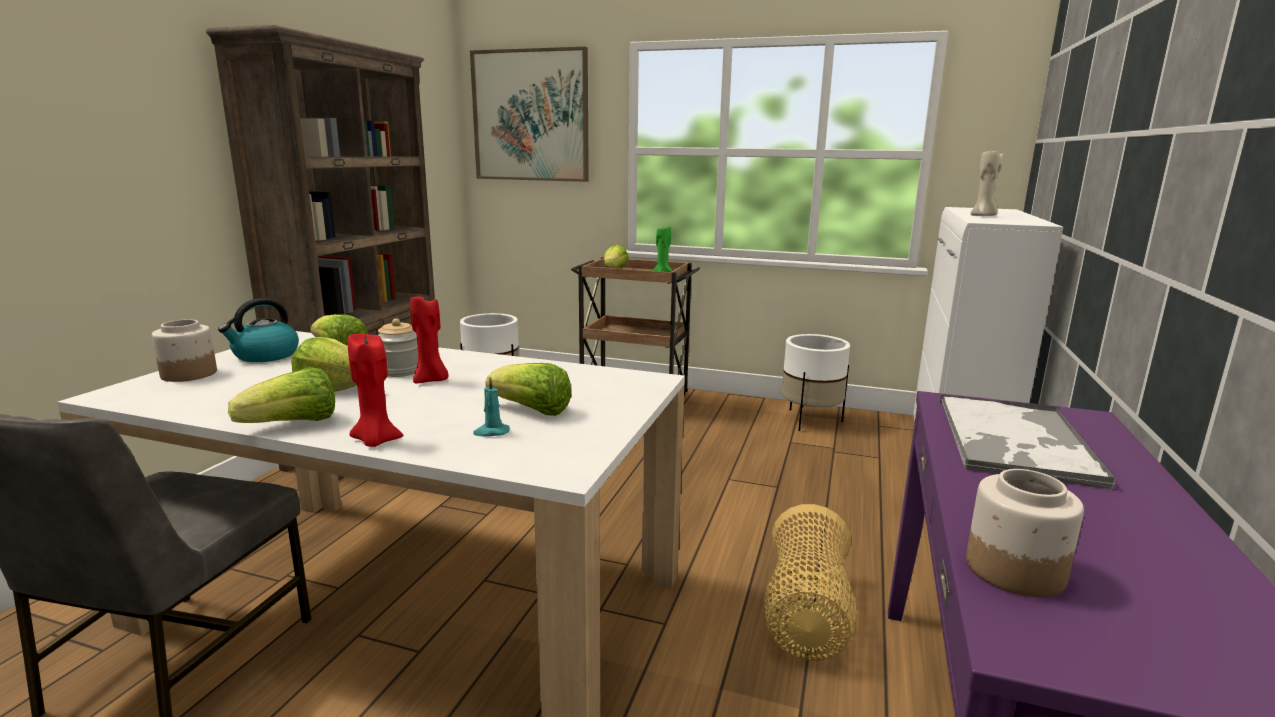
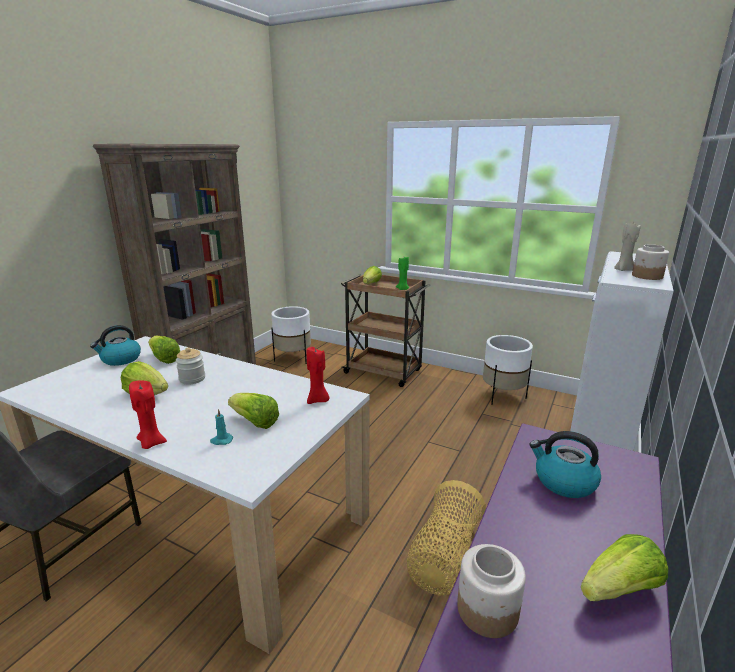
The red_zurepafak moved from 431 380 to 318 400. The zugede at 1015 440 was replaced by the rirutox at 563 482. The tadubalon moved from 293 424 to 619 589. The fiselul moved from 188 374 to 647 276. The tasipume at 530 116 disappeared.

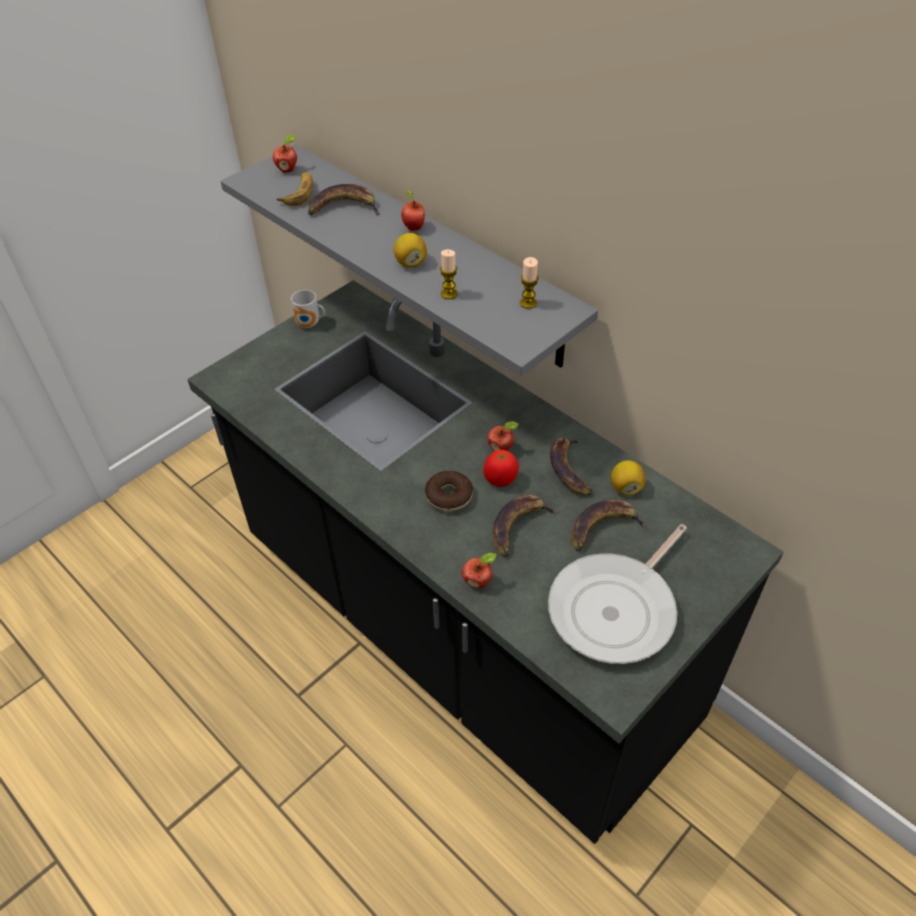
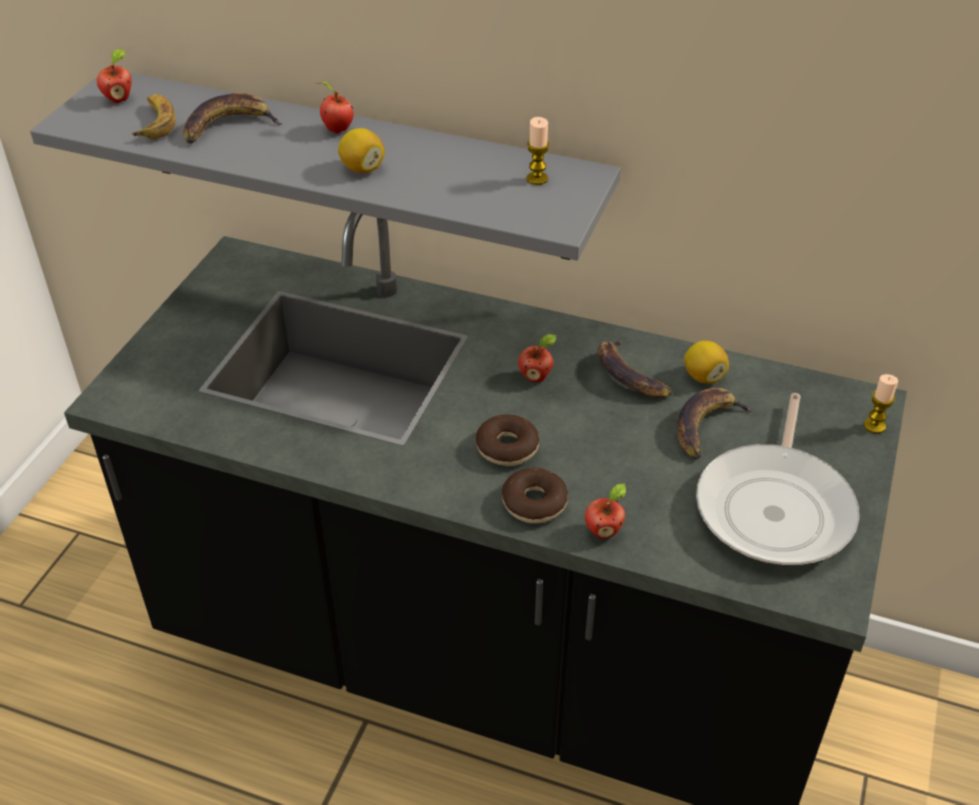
The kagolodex at 534 503 appeared. The zurepafak moved from 449 294 to 874 426. The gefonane at 309 324 disappeared. The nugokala at 500 480 disappeared. The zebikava at 518 526 disappeared.

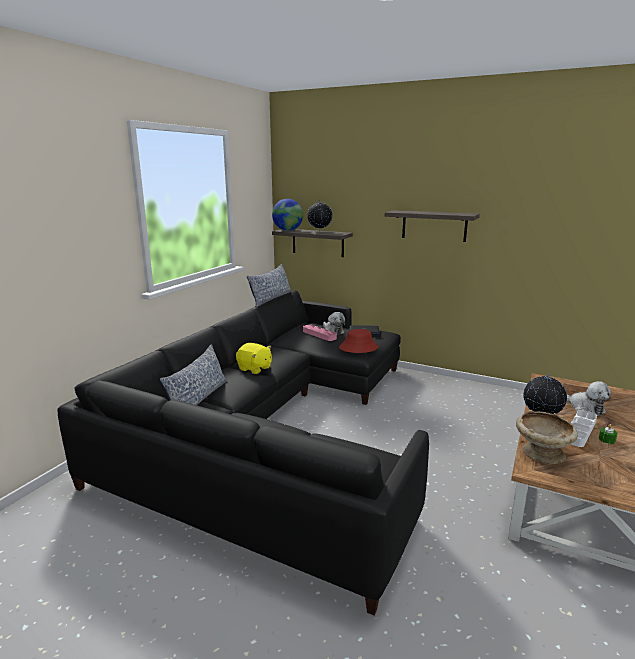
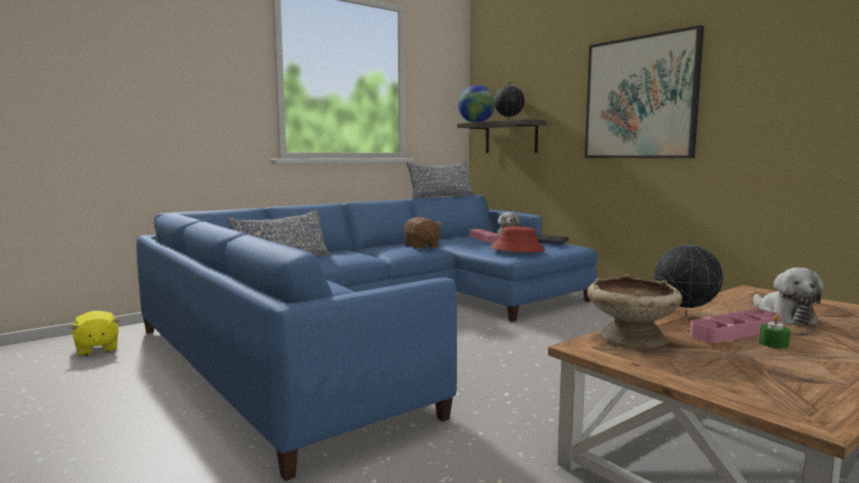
The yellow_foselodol moved from 254 369 to 96 349. The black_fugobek at 273 427 became the blue_fugobek at 380 323. The brown_foselodol at 421 246 appeared. The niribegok at 434 225 was replaced by the tasipume at 640 98. The white_zugede at 580 431 became the pink_zugede at 736 332.

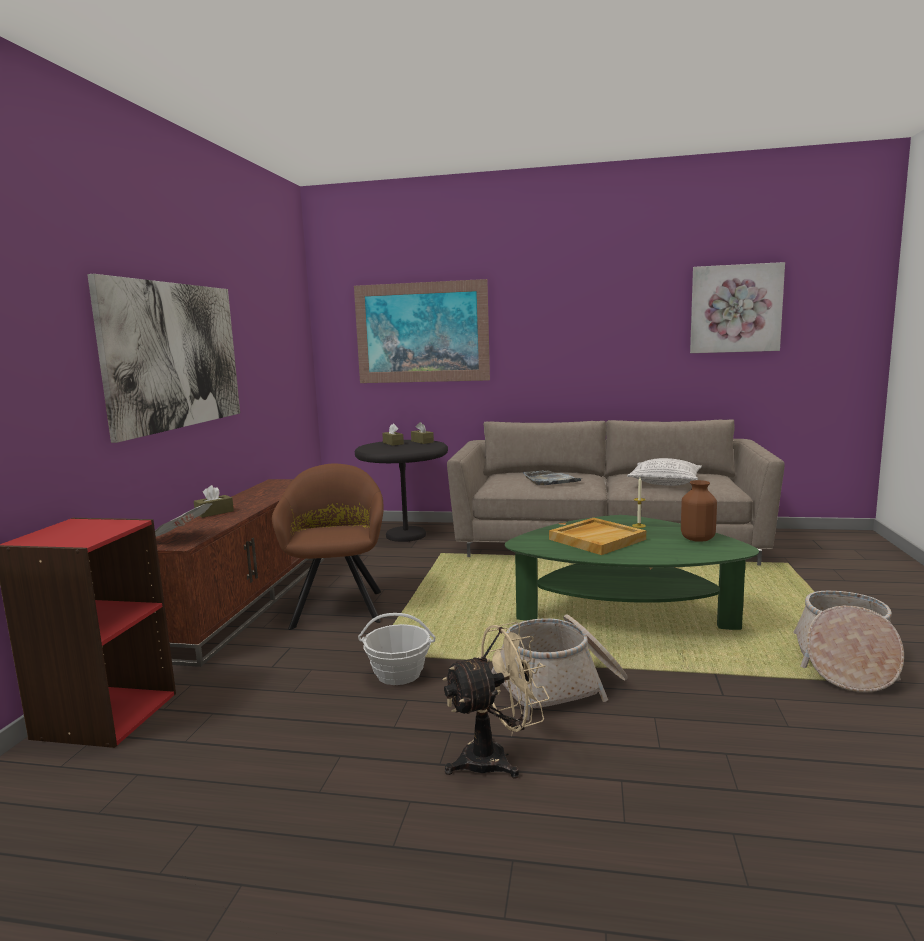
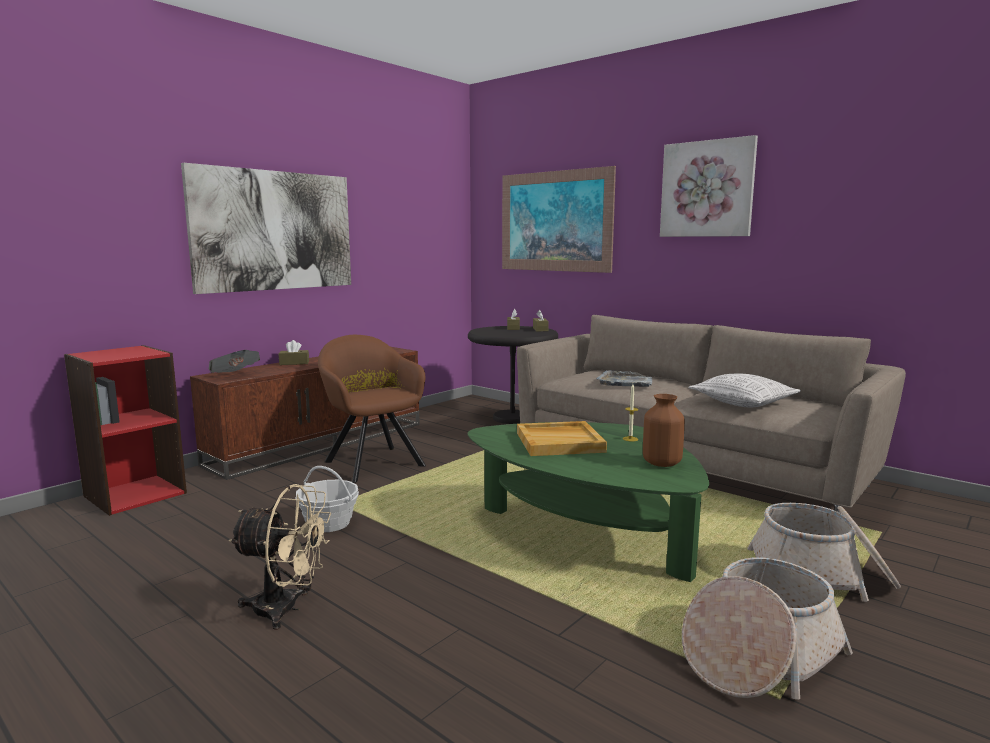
The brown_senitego at 338 606 turned 60 degrees counterclockwise. The tasipume moved from 735 309 to 707 189. The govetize moved from 561 686 to 821 576.

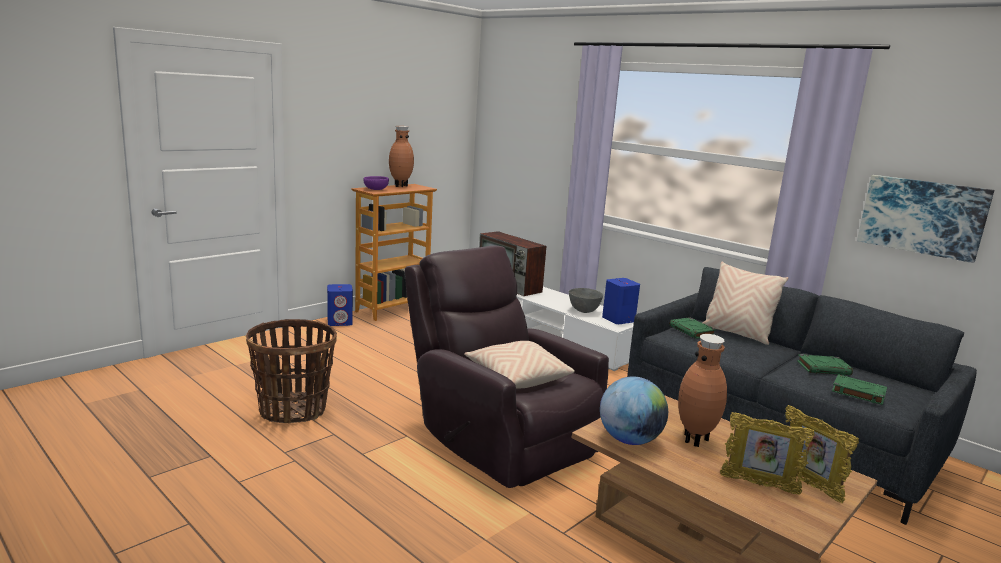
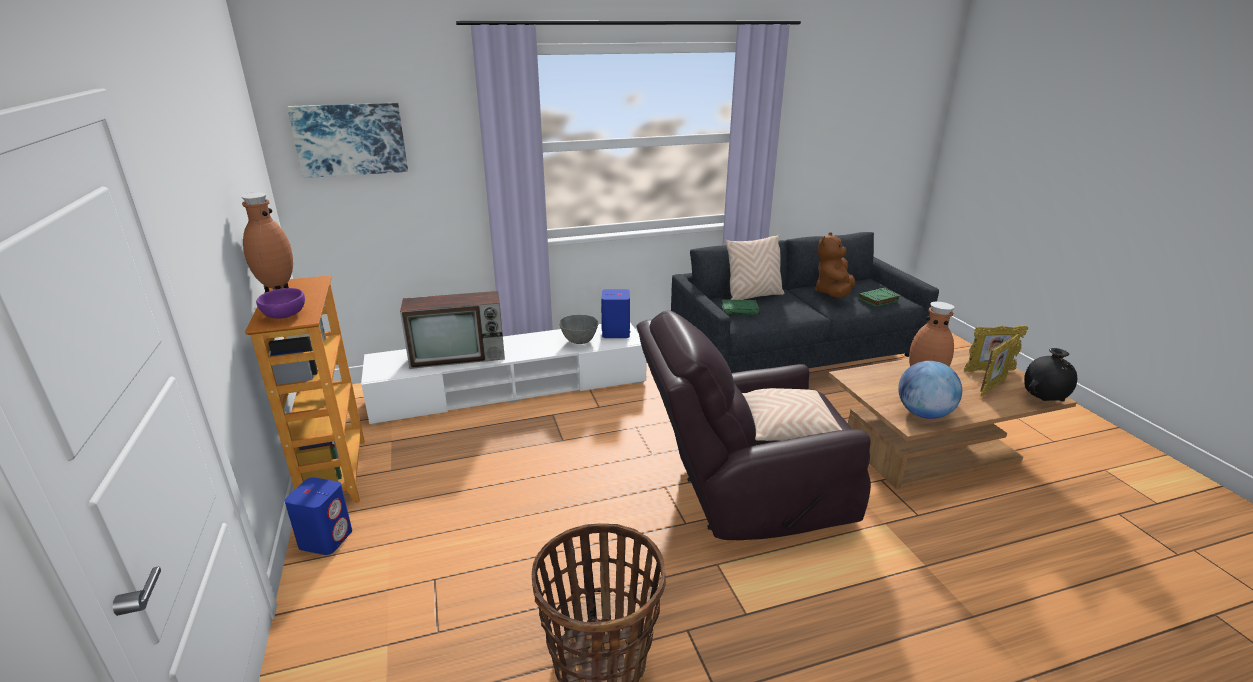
The tasipume moved from 922 216 to 350 139. The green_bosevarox at 824 368 was replaced by the brown_foselodol at 833 293. The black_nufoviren at 1043 399 appeared.

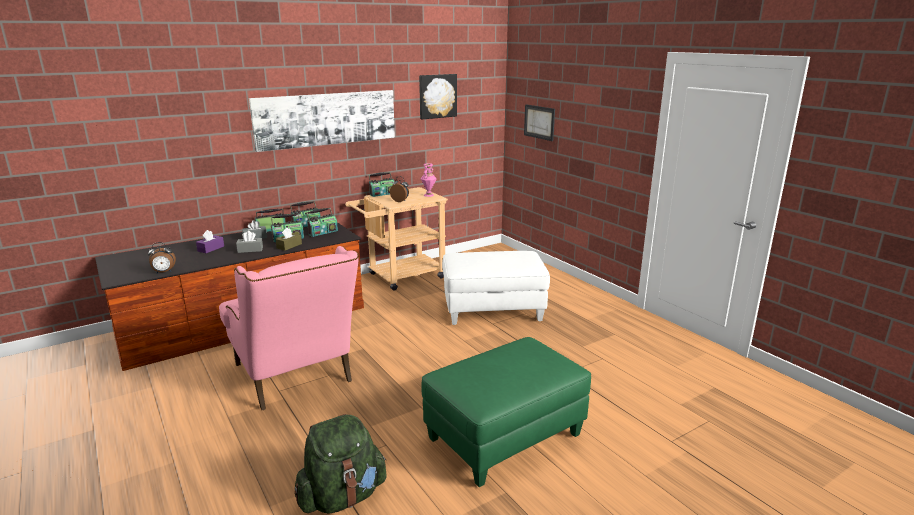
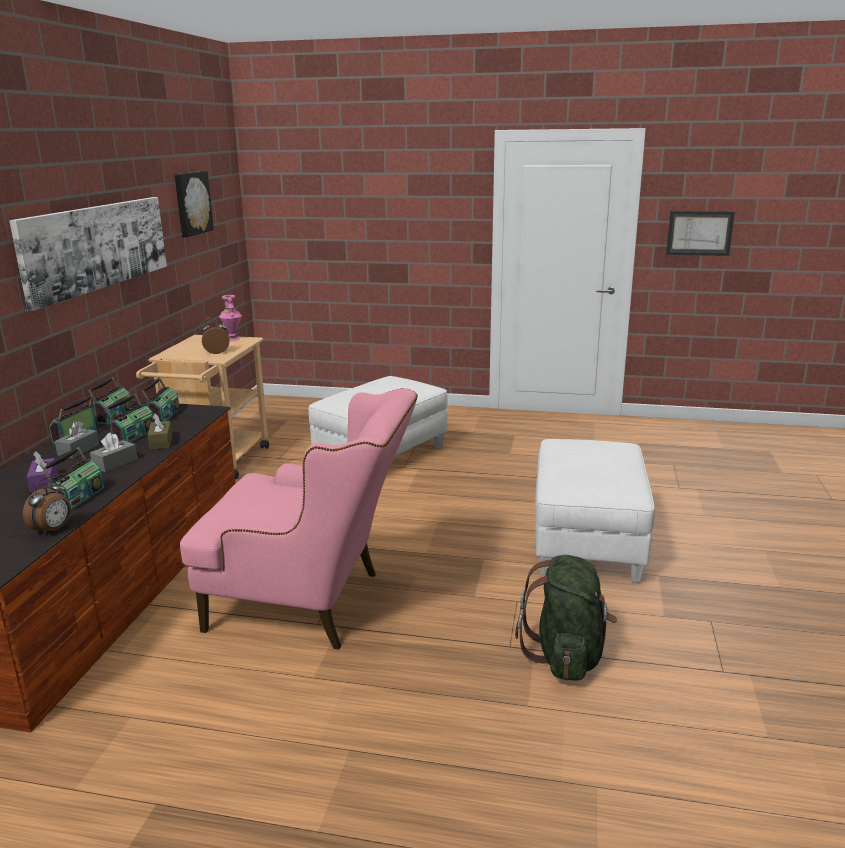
The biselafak moved from 382 194 to 78 498. The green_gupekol at 504 437 became the white_gupekol at 586 542. The tasipume moved from 539 122 to 699 233.

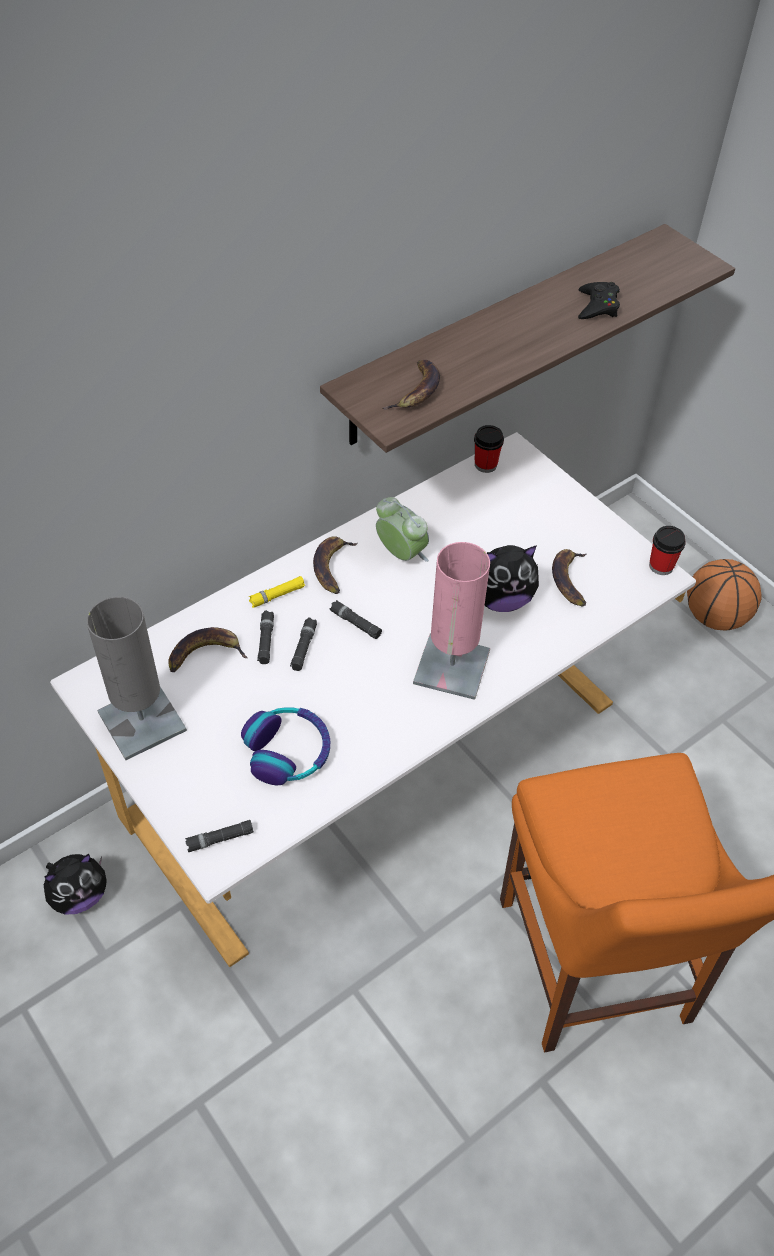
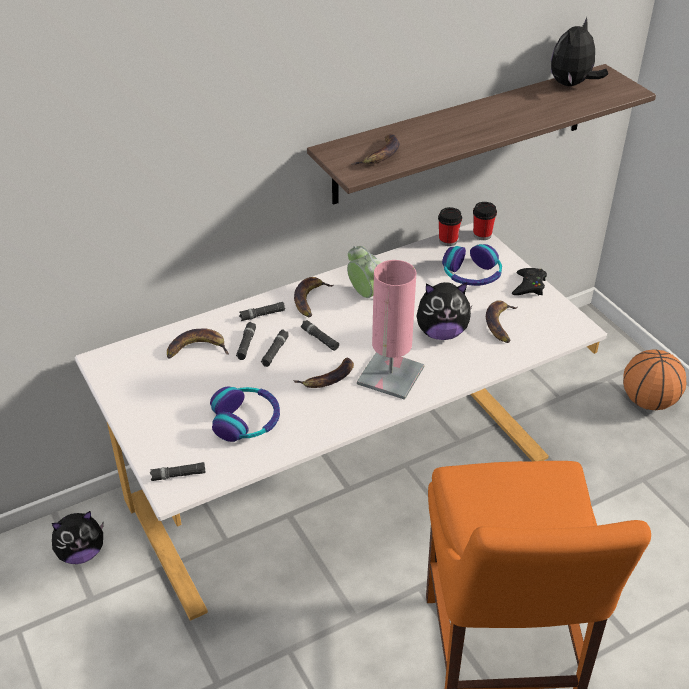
The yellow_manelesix at 277 595 became the black_manelesix at 262 315. The zebikava at 328 379 appeared. The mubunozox at 471 275 appeared. The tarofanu moved from 661 566 to 482 235. The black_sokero moved from 597 306 to 529 286. The foselodol at 572 84 appeared. The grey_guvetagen at 142 721 disappeared.

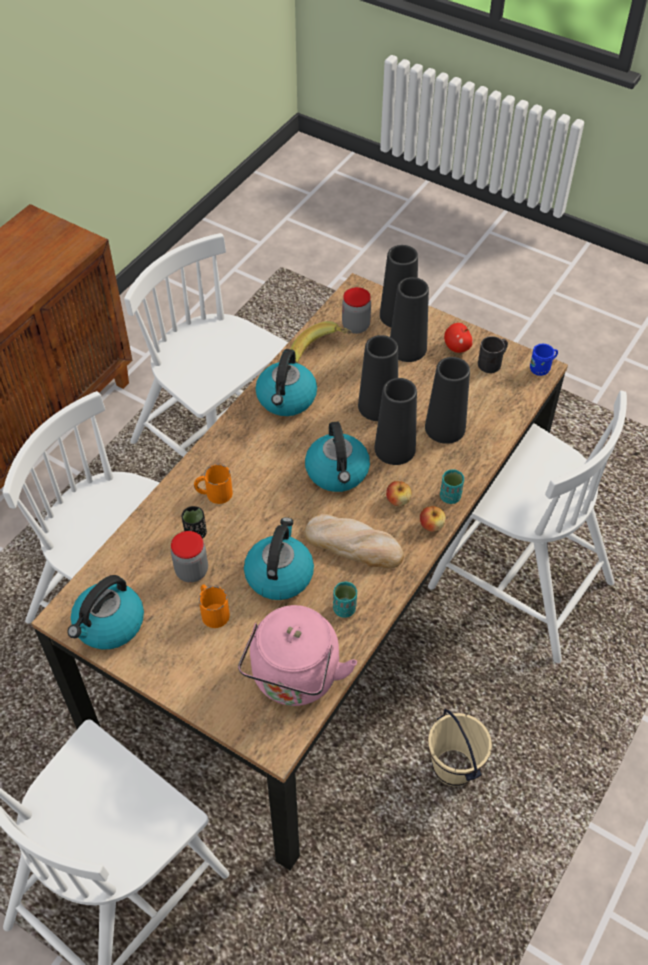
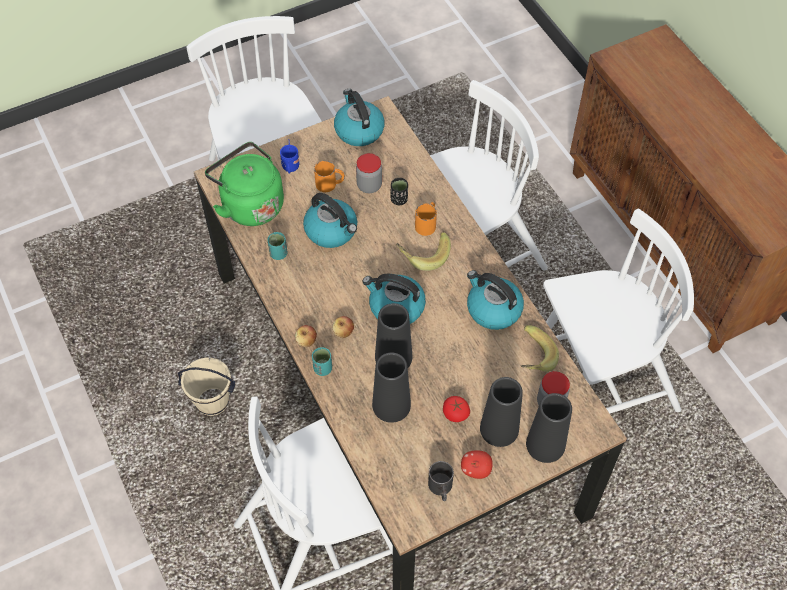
The pink_rirutox at 294 679 became the green_rirutox at 250 204. The blue_gefonane moved from 542 368 to 290 169. The zebikava at 423 255 appeared. The nugokala at 455 413 appeared. The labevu at 354 544 disappeared. The black_nufoviren at 378 406 disappeared.

